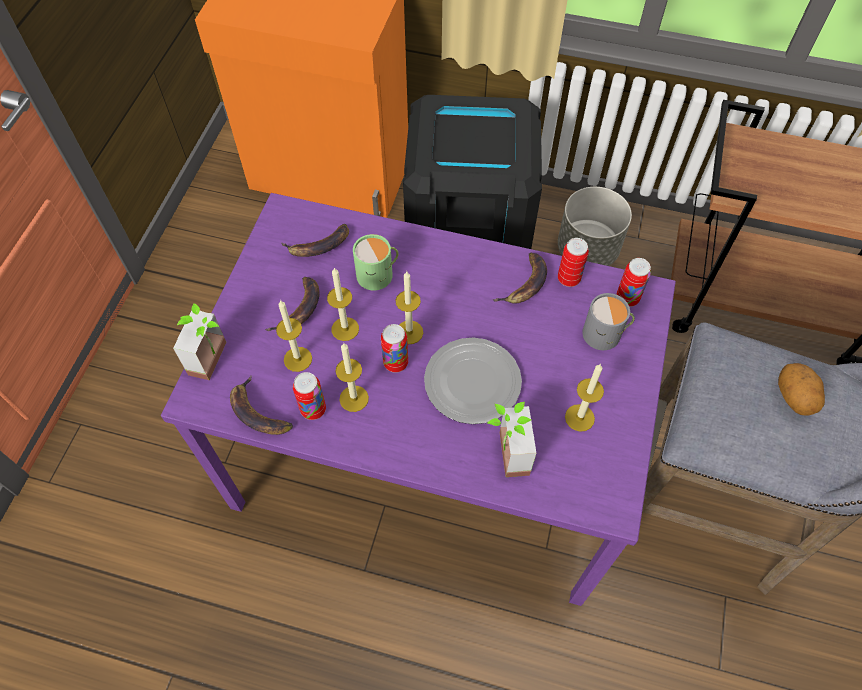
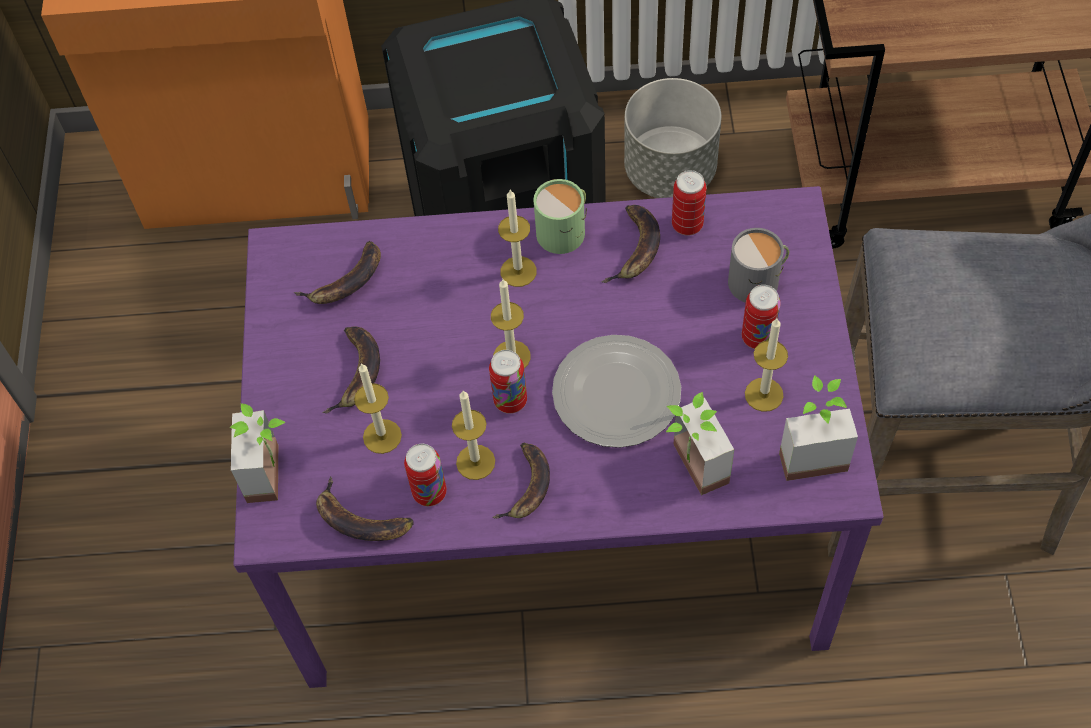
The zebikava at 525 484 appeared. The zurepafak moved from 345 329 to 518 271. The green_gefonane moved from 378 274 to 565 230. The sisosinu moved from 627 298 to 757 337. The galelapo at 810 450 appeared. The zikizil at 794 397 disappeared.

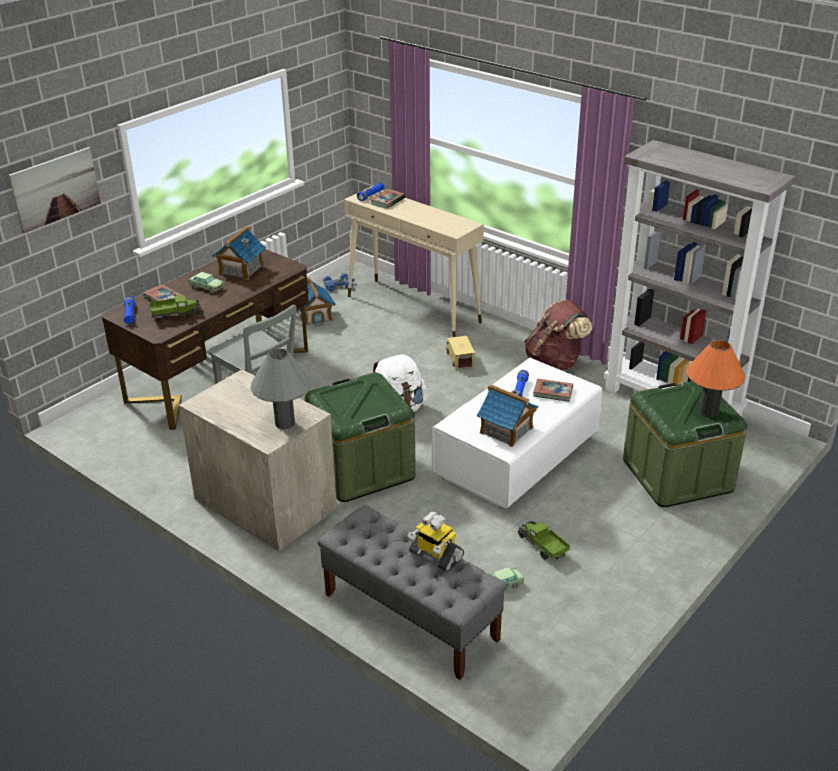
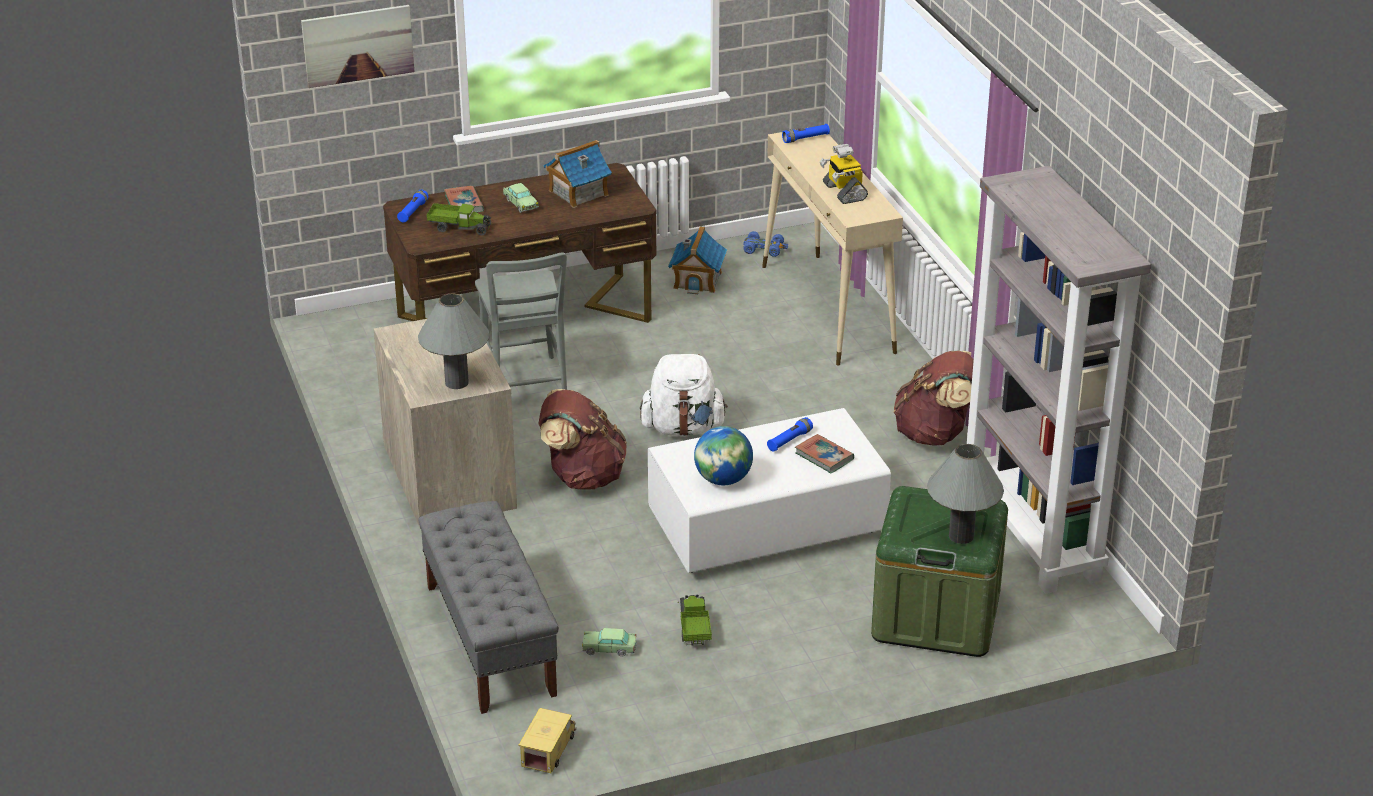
The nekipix moved from 460 359 to 548 750. The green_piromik at 362 468 was replaced by the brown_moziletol at 582 476. The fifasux at 506 430 was replaced by the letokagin at 723 480. The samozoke moved from 435 556 to 843 192. The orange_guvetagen at 709 410 became the grey_guvetagen at 961 536. The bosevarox at 387 201 disappeared.

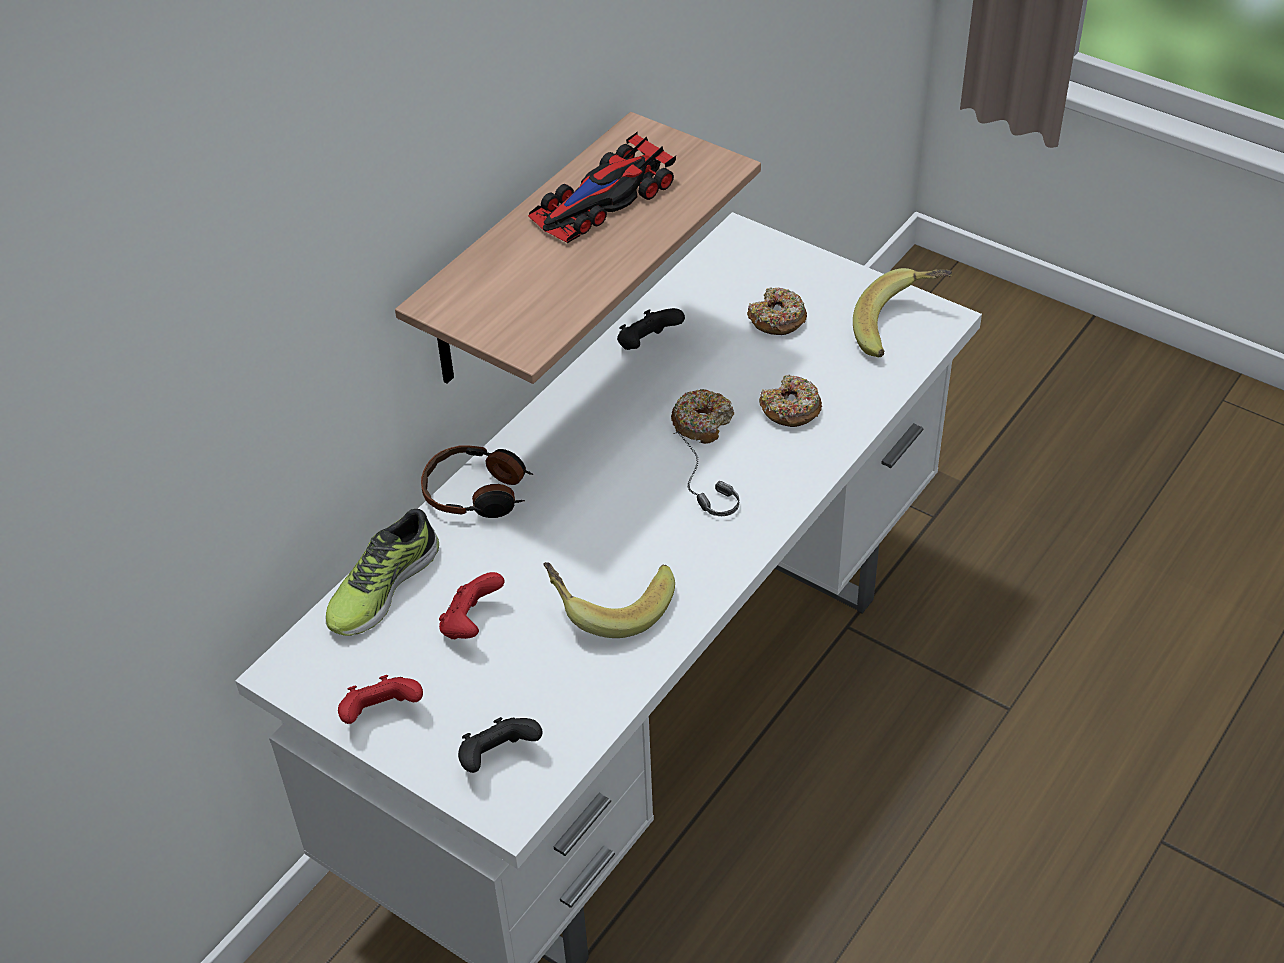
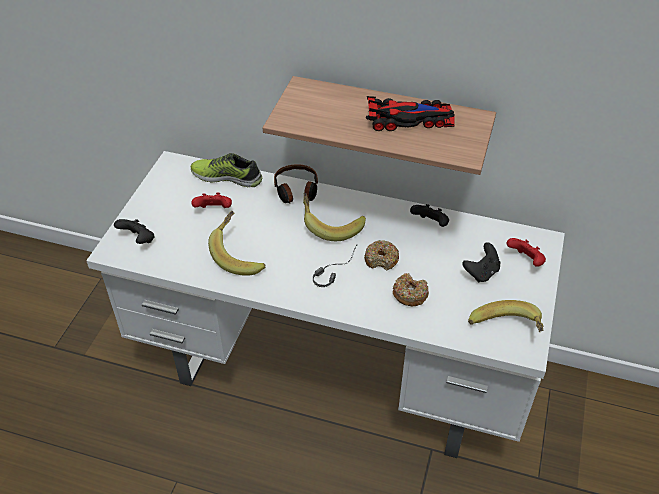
The zebikava at 331 225 appeared. The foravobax at 602 200 turned 150 degrees clockwise. The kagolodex at 777 319 was replaced by the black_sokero at 481 272. The red_sokero moved from 382 714 to 525 261.

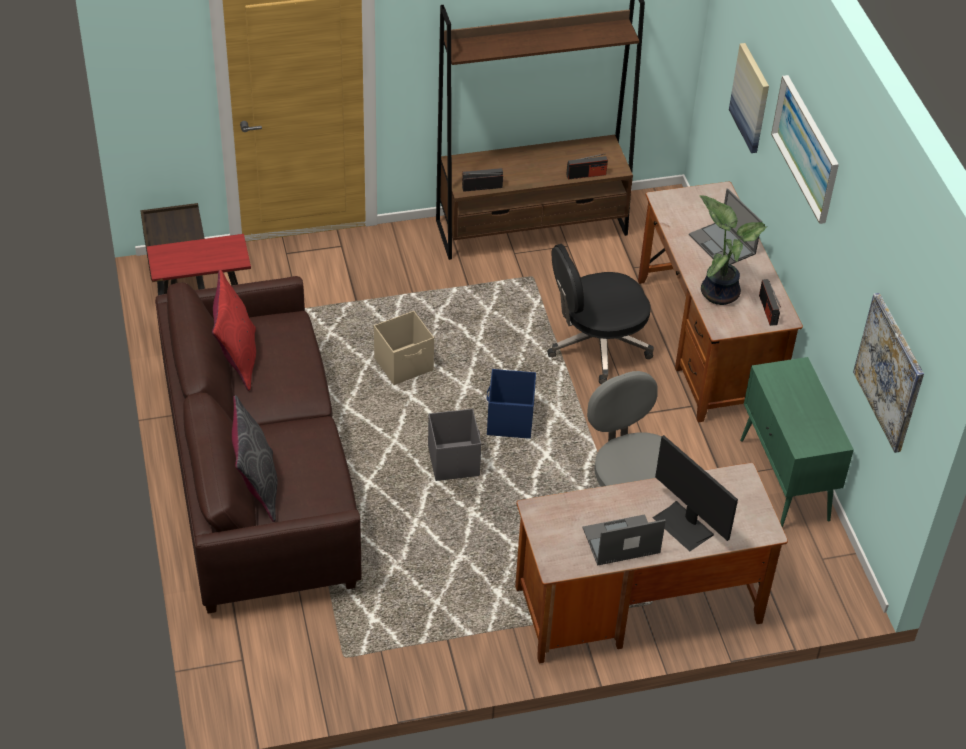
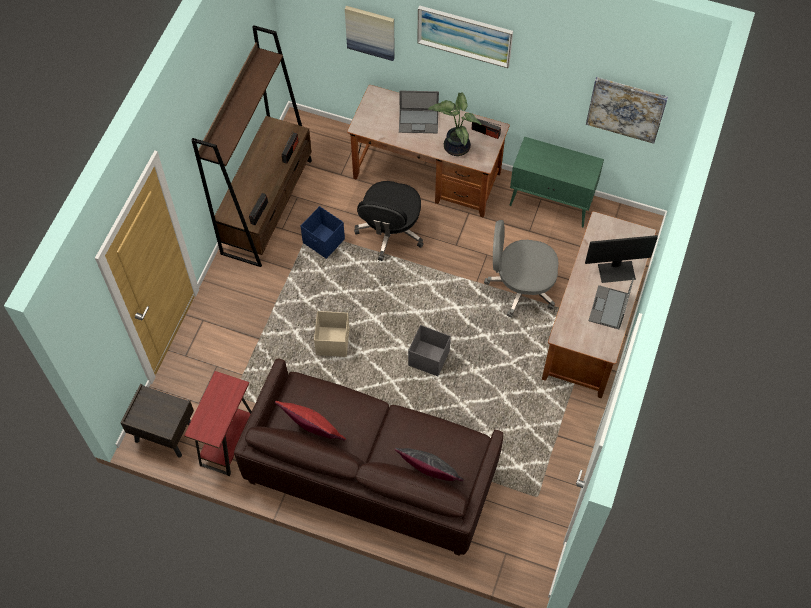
The blue_piromik moved from 509 421 to 324 241.

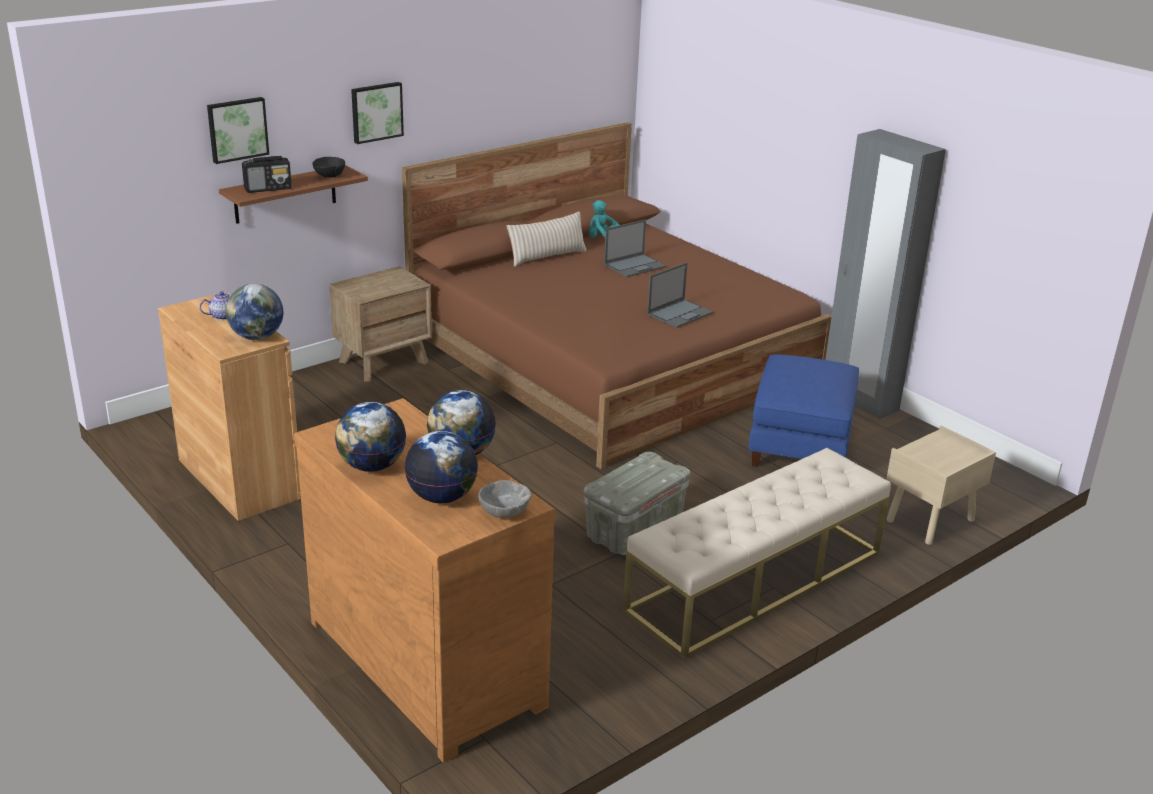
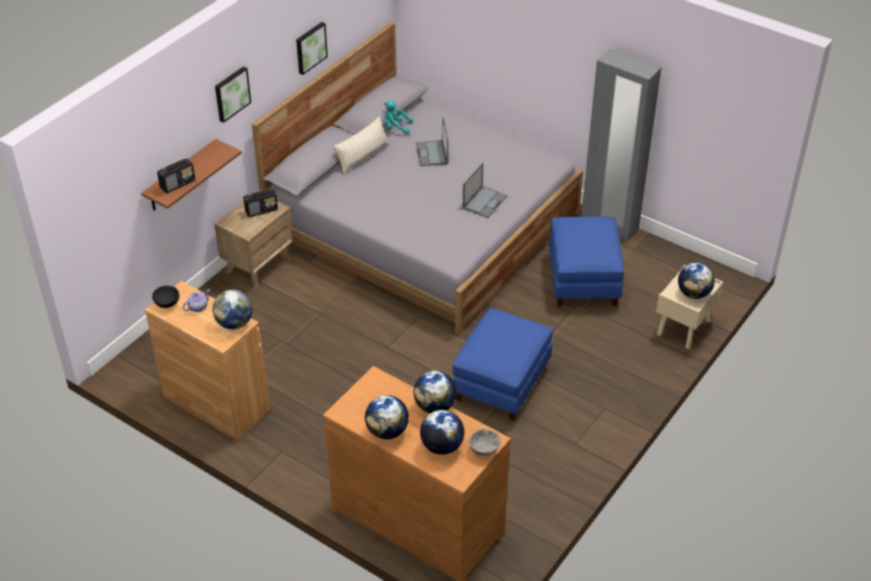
The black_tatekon moved from 330 176 to 167 304. The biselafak at 262 210 appeared. The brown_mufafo at 611 359 became the grey_mufafo at 423 223. The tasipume moved from 237 129 to 310 47. The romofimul at 635 265 turned 135 degrees clockwise. The grey_piromik at 634 531 was replaced by the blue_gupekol at 502 383. The letokagin at 693 294 appeared. The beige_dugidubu at 755 582 disappeared.

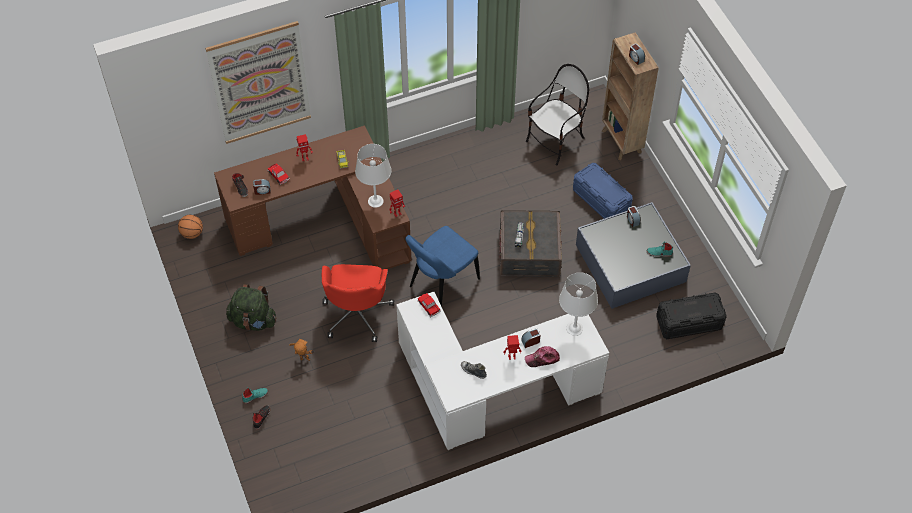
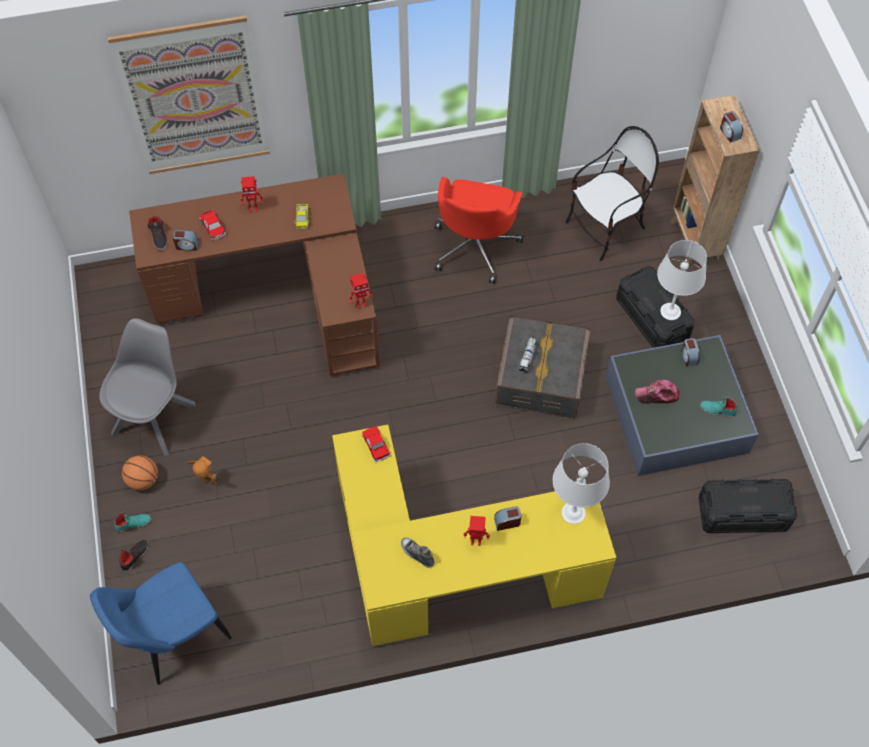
The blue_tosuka moved from 441 284 to 174 638. The green_moziletol at 253 321 was replaced by the grey_tosuka at 155 417. The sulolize moved from 192 233 to 143 480. The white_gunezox at 491 392 became the yellow_gunezox at 450 570. The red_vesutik moved from 357 313 to 475 245. The blue_piromik at 601 200 became the black_piromik at 652 318. The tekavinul moved from 542 359 to 657 395. The white_guvetagen moved from 375 201 to 670 312.

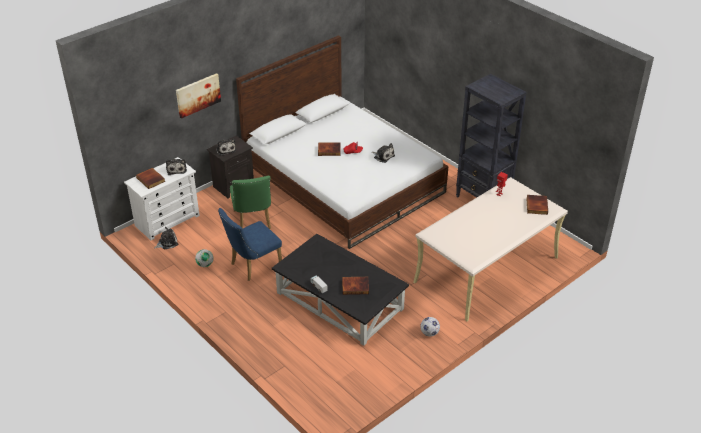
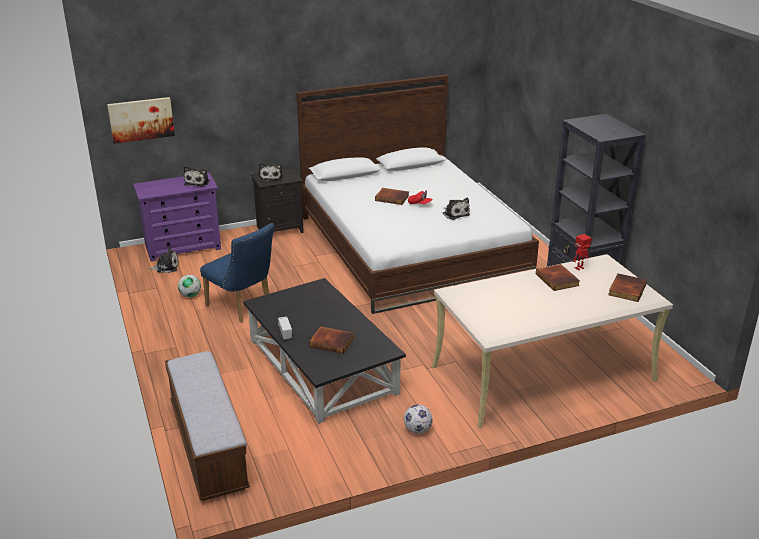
The tasipume moved from 198 95 to 141 119. The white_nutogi at 167 220 became the purple_nutogi at 183 247. The dugidubu at 208 445 appeared. The blue_tosuka at 252 266 turned 120 degrees counterclockwise. The bosevarox moved from 151 179 to 558 279. The green_tosuka at 253 222 disappeared.

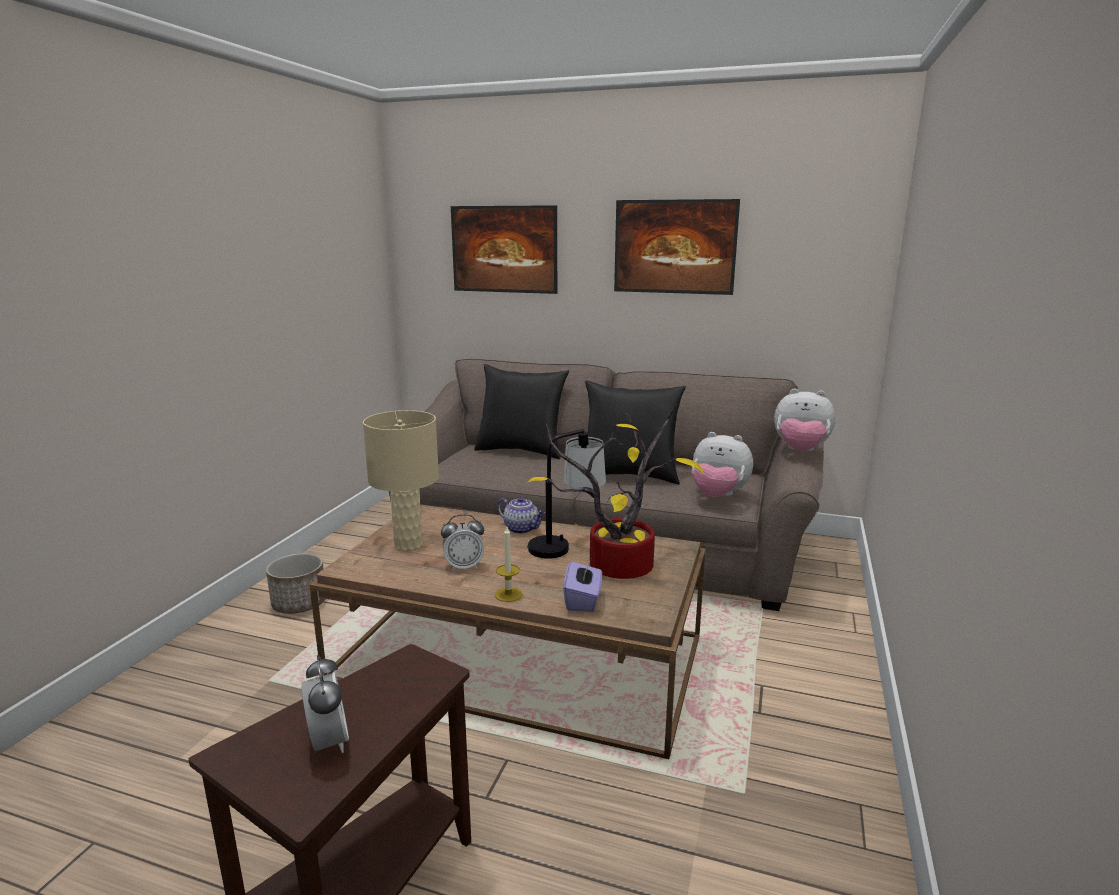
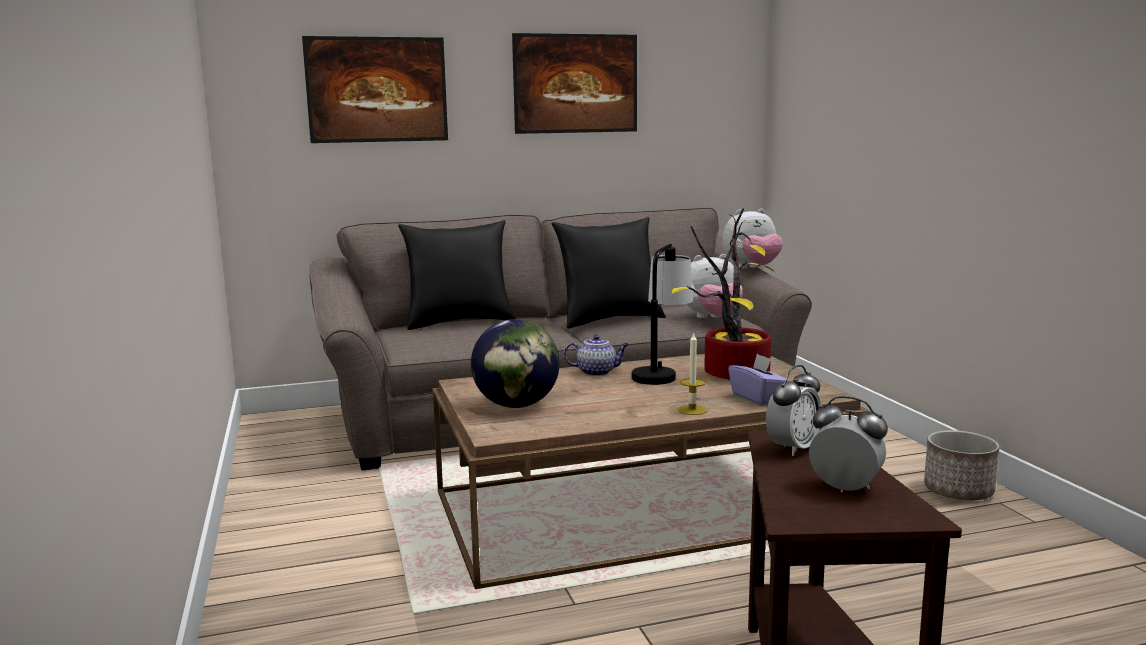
The beige_guvetagen at 408 545 was replaced by the letokagin at 516 405. The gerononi moved from 464 567 to 792 448. The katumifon moved from 299 603 to 959 491.

